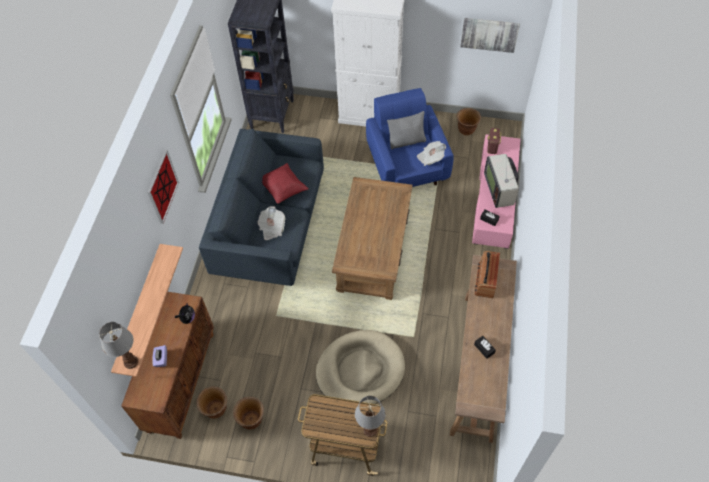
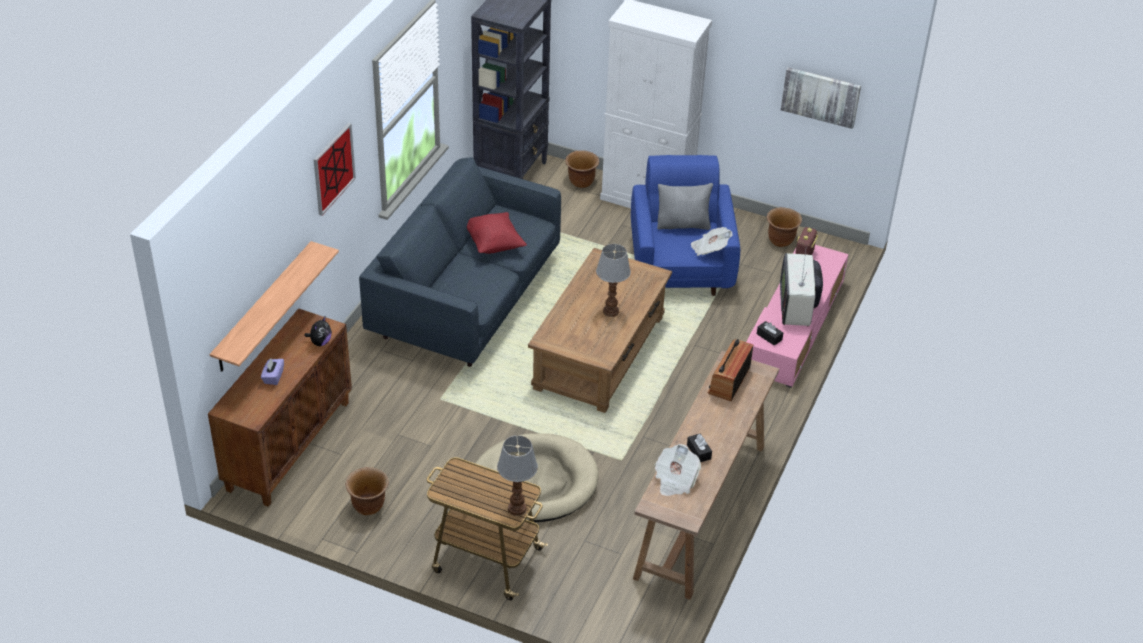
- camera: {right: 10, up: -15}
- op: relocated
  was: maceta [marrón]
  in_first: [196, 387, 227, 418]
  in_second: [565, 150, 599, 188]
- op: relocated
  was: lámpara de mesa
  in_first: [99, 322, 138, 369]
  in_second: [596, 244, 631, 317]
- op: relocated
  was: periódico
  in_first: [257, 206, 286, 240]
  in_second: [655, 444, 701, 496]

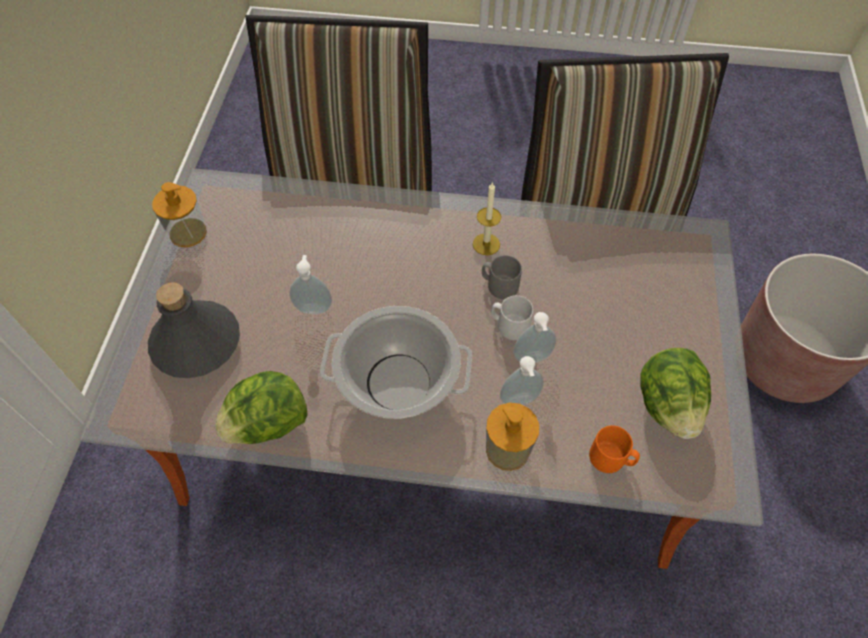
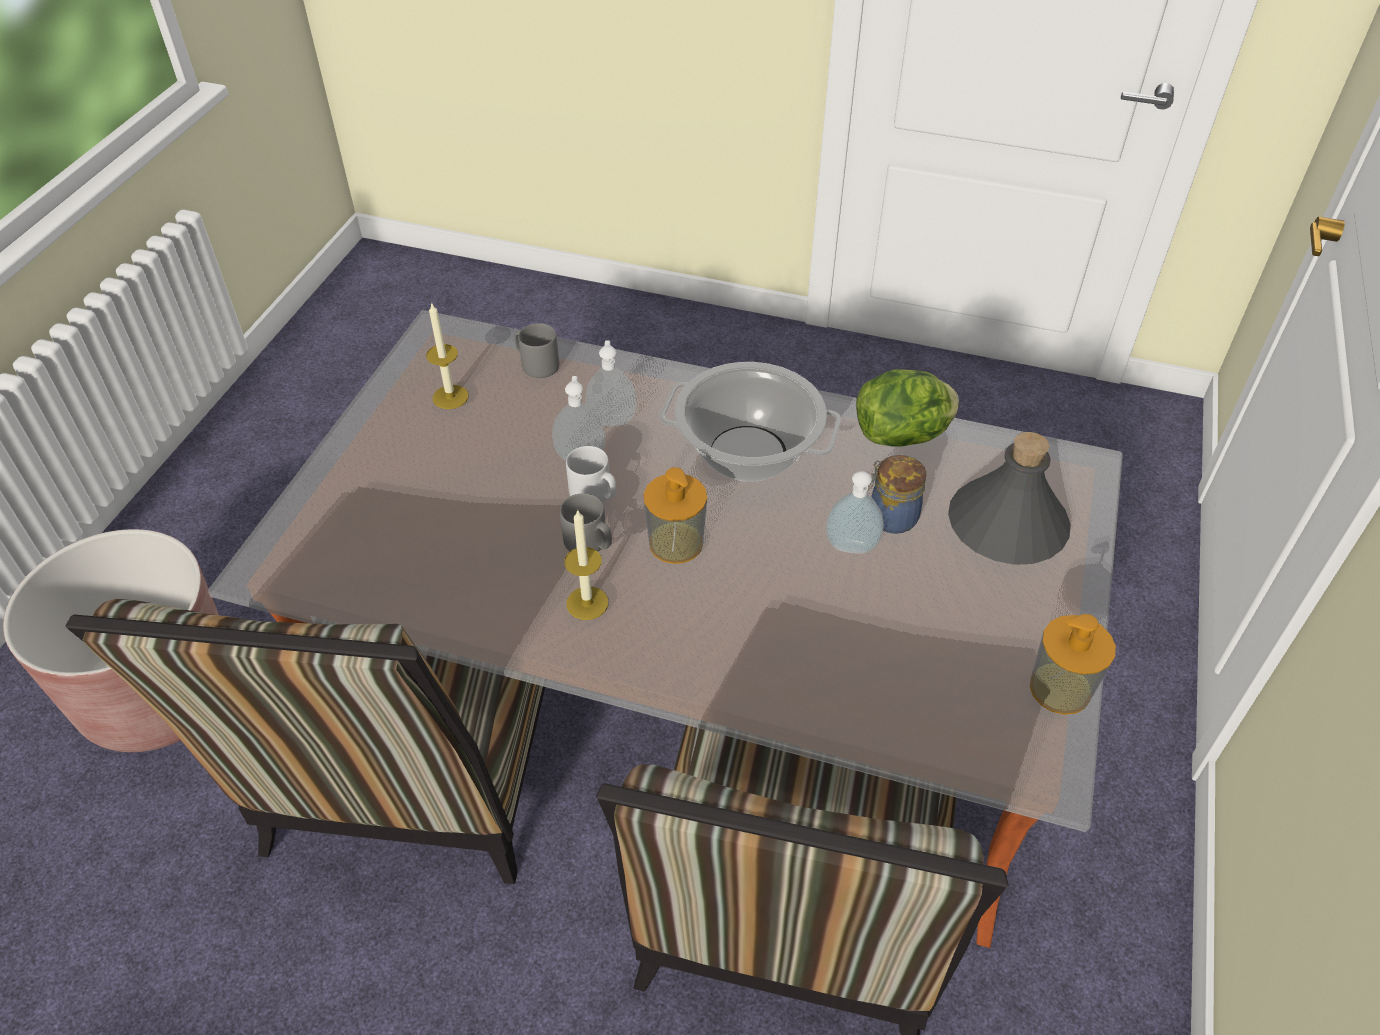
- camera: {right: -170, up: -10}
- op: exchanged
  was: lechuga
  now: vela
  in_first: [640, 348, 711, 439]
  in_second: [426, 302, 469, 409]
- op: colour
  was: taza grande [naranja]
  now: taza grande [gris]
  in_first: [589, 425, 640, 473]
  in_second: [514, 323, 559, 378]
- op: relocated
  was: dispensador de jabón
  in_first: [486, 403, 539, 471]
  in_second: [643, 467, 707, 564]
- op: appeared
  now: tarro
  in_second: [868, 455, 926, 534]

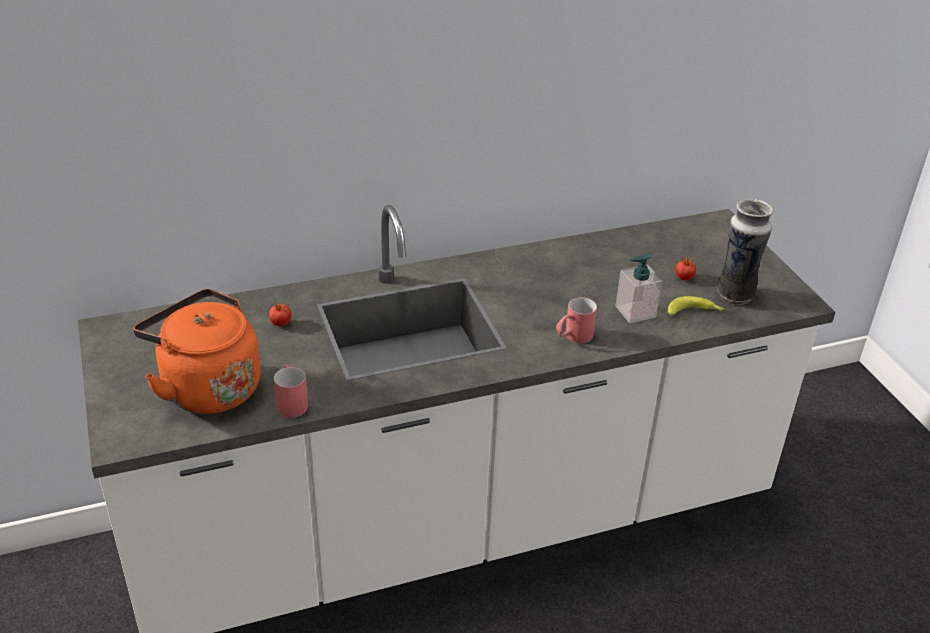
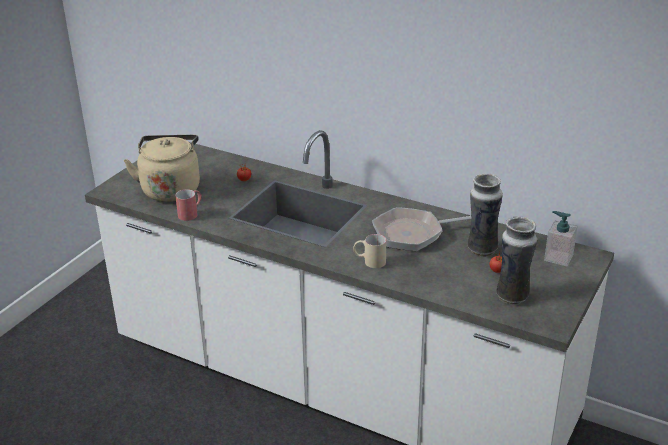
- camera: {right: 50, up: -5}
- op: colour
  was: hervidor [naranja]
  now: hervidor [beis]
  in_first: [133, 289, 261, 414]
  in_second: [124, 135, 200, 202]
- op: colour
  was: taza grande [rojo]
  now: taza grande [beis]
  in_first: [556, 297, 597, 343]
  in_second: [353, 234, 386, 268]
- op: appeared
  now: sartén
  in_second: [372, 207, 471, 251]
- op: appeared
  now: florero
  in_second: [467, 174, 503, 257]
- op: relocated
  was: dispensador de jabón
  in_first: [616, 254, 662, 323]
  in_second: [544, 211, 578, 266]
- op: missing
  was: plátano
  in_first: [668, 296, 725, 316]

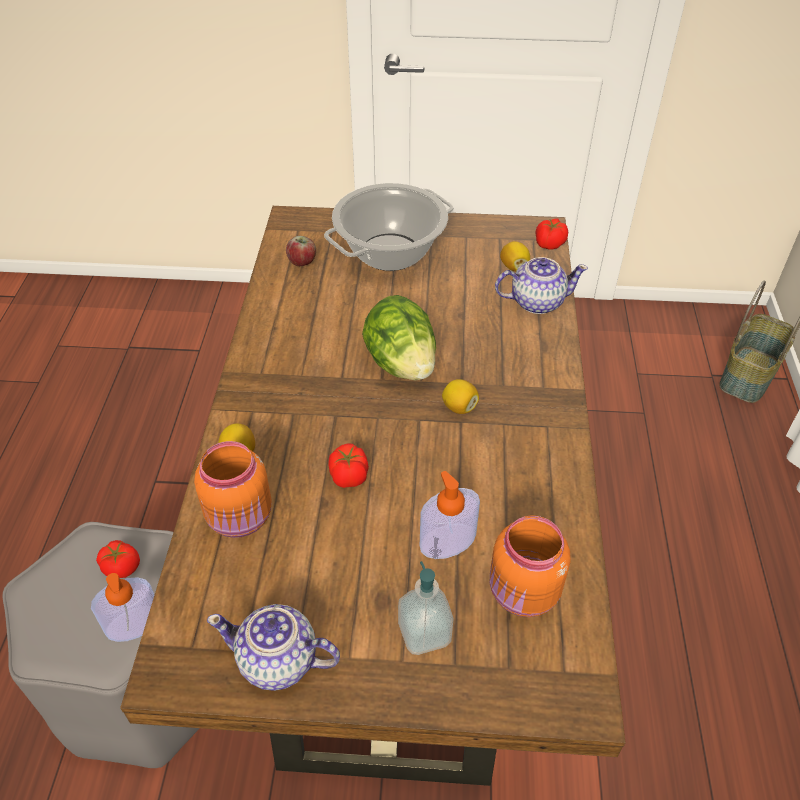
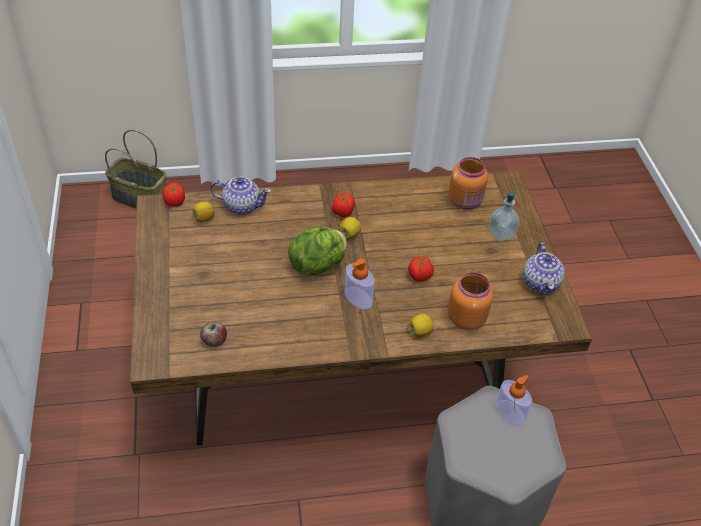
- camera: {right: -105, up: 0}
- op: spun
  was: tetera
  in_first: [495, 257, 588, 314]
  in_second: [210, 177, 271, 215]
  clockwise: 120
- op: relocated
  was: tomate
  in_first: [96, 540, 140, 578]
  in_second: [332, 193, 355, 217]
- op: relocated
  was: dispensador de jabón
  in_first: [420, 471, 480, 559]
  in_second: [345, 258, 375, 310]
- op: missing
  was: olla
  in_first: [324, 183, 454, 271]

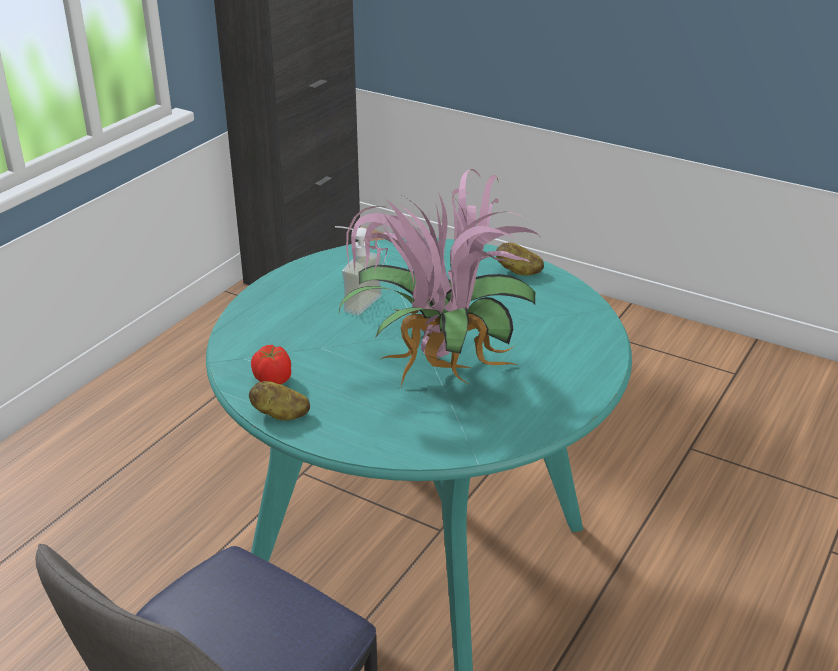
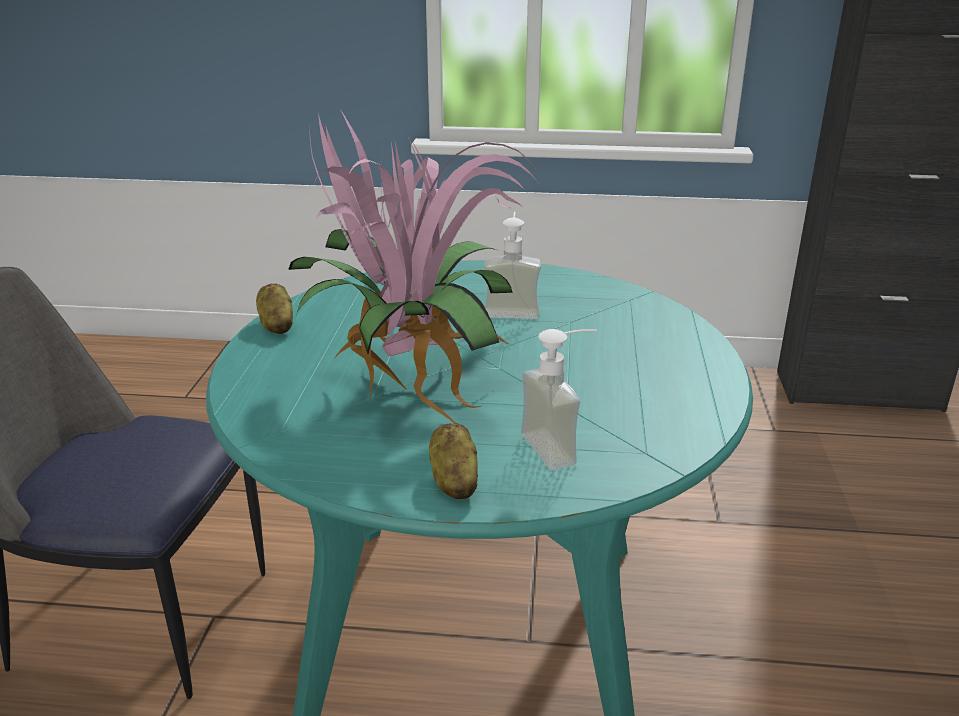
- camera: {right: 65, up: -5}
- op: relocated
  was: patata
  in_first: [496, 243, 544, 276]
  in_second: [429, 423, 478, 499]
- op: appeared
  now: dispensador de jabón
  in_second: [521, 329, 597, 470]
- op: missing
  was: tomate
  in_first: [251, 345, 291, 384]

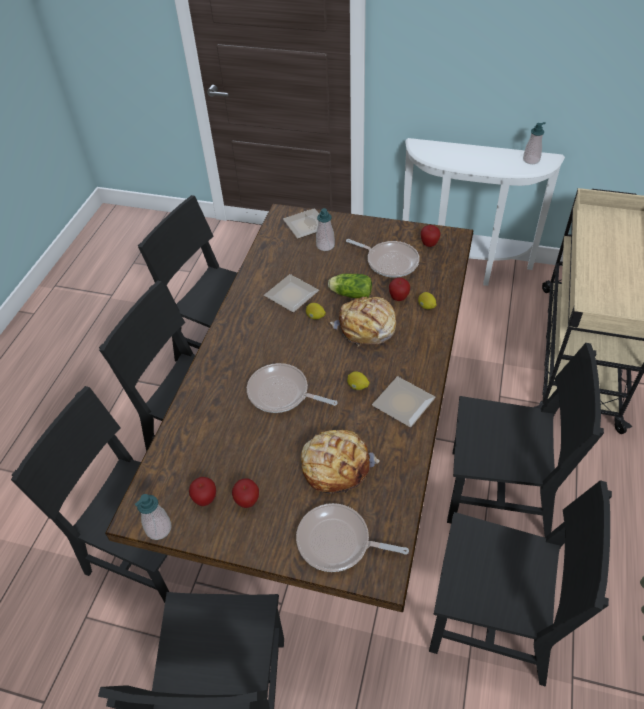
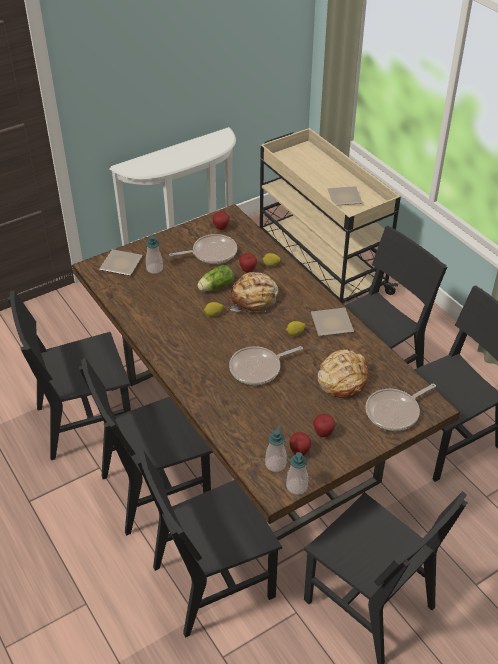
- camera: {right: -50, up: -5}
- op: relocated
  was: dispensador de jabón
  in_first: [523, 122, 546, 164]
  in_second: [265, 426, 287, 472]
- op: relocated
  was: plato
  in_first: [264, 274, 319, 312]
  in_second: [328, 186, 363, 206]

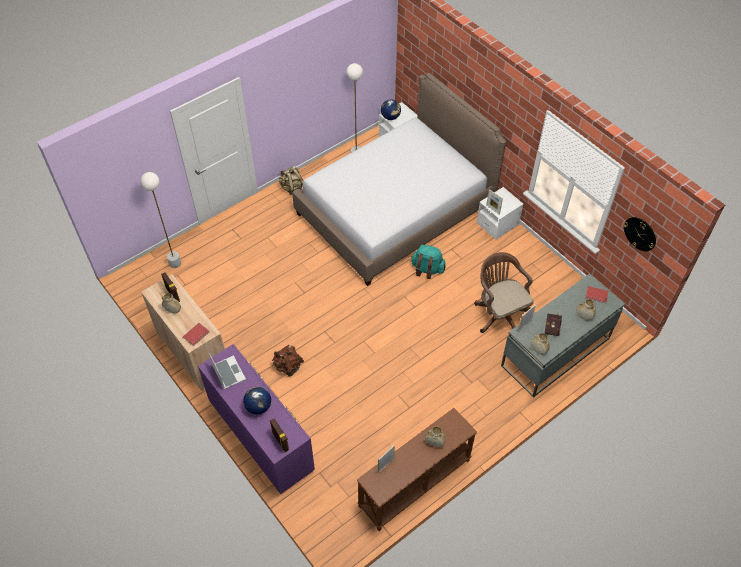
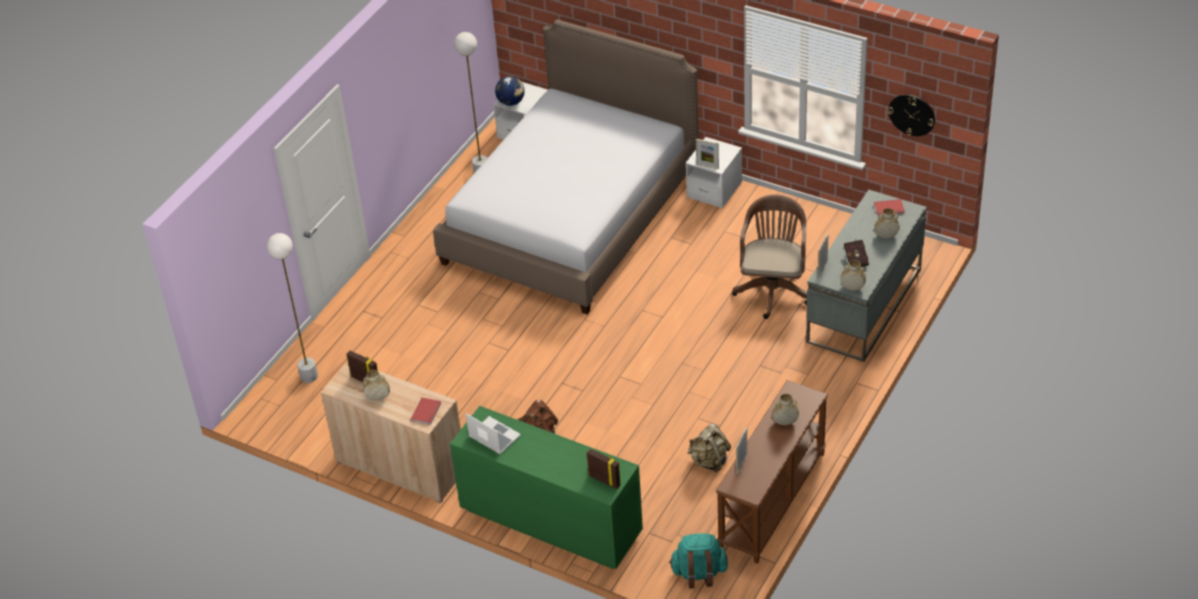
- camera: {right: -20, up: -10}
- op: colour
  was: cómoda [morado]
  now: cómoda [verde]
  in_first: [198, 344, 315, 494]
  in_second: [450, 406, 643, 569]
- op: relocated
  was: mochila [turquesa]
  in_first: [411, 245, 446, 279]
  in_second: [669, 533, 728, 589]
- op: relocated
  was: mochila [beis]
  in_first: [279, 166, 303, 195]
  in_second: [687, 424, 731, 472]
- op: spun
  was: silla de oficina [marrón]
  in_first: [474, 252, 534, 333]
  in_second: [732, 194, 807, 319]
  clockwise: 60
- op: missing
  was: globo terráqueo
  in_first: [243, 387, 271, 414]

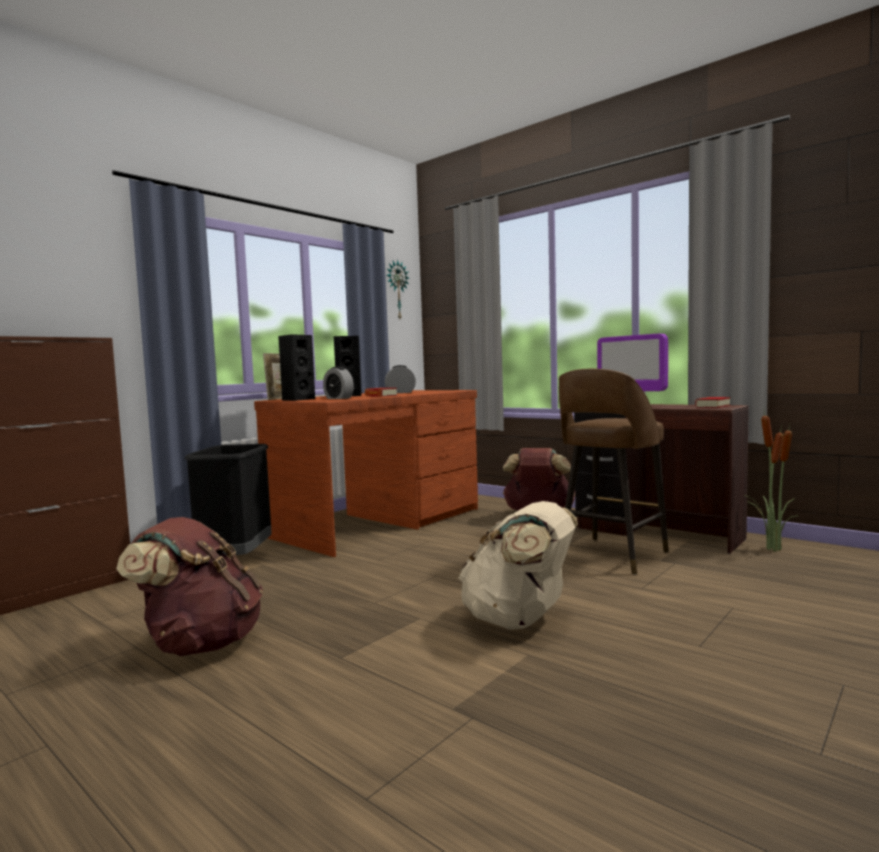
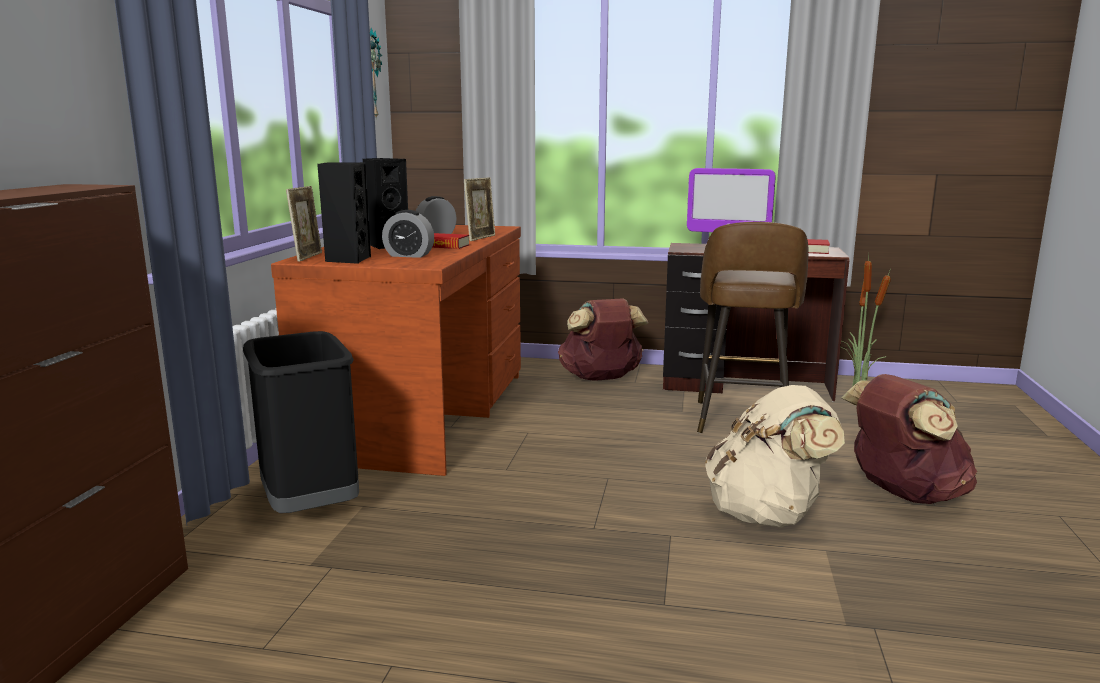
- camera: {right: -30, up: 10}
- op: appeared
  now: portarretratos
  in_second: [464, 177, 495, 241]
- op: relocated
  was: mochila [marrón]
  in_first: [116, 517, 263, 656]
  in_second: [842, 374, 977, 504]

